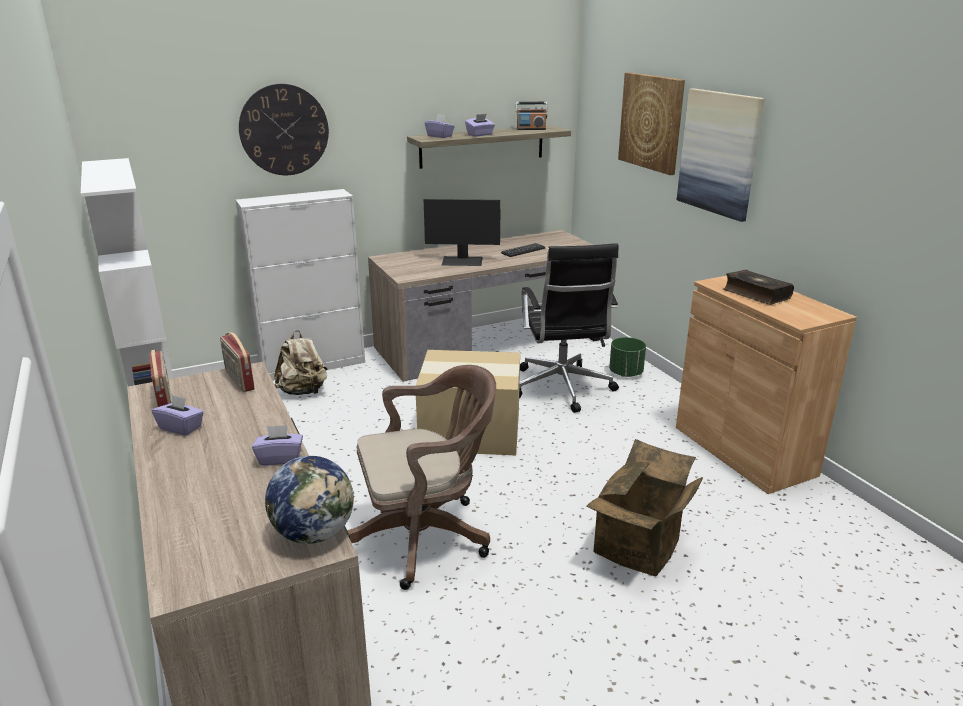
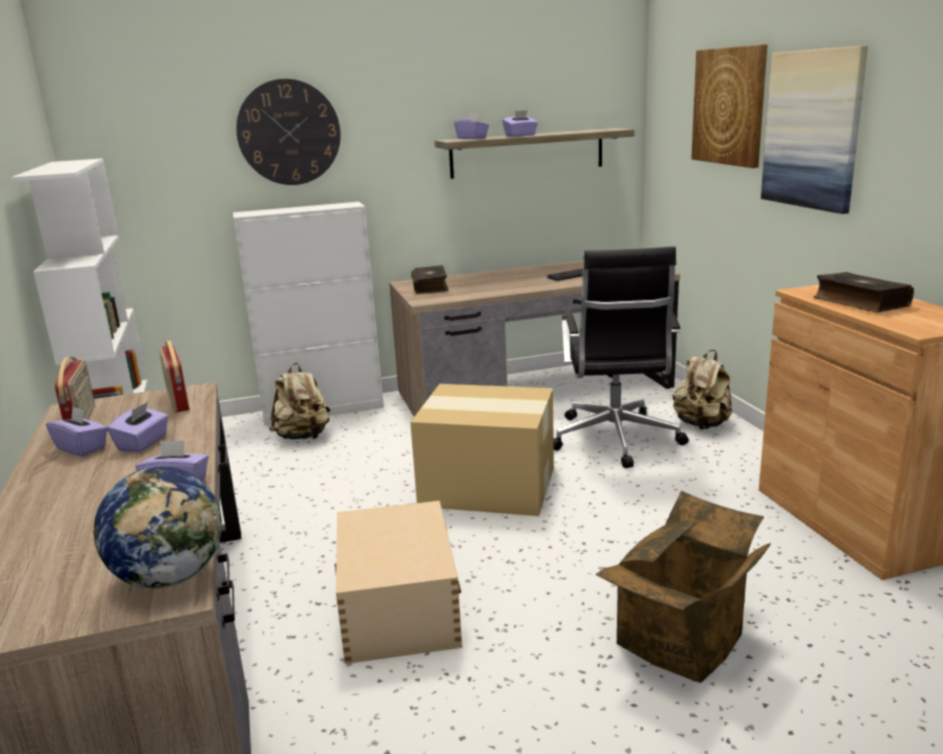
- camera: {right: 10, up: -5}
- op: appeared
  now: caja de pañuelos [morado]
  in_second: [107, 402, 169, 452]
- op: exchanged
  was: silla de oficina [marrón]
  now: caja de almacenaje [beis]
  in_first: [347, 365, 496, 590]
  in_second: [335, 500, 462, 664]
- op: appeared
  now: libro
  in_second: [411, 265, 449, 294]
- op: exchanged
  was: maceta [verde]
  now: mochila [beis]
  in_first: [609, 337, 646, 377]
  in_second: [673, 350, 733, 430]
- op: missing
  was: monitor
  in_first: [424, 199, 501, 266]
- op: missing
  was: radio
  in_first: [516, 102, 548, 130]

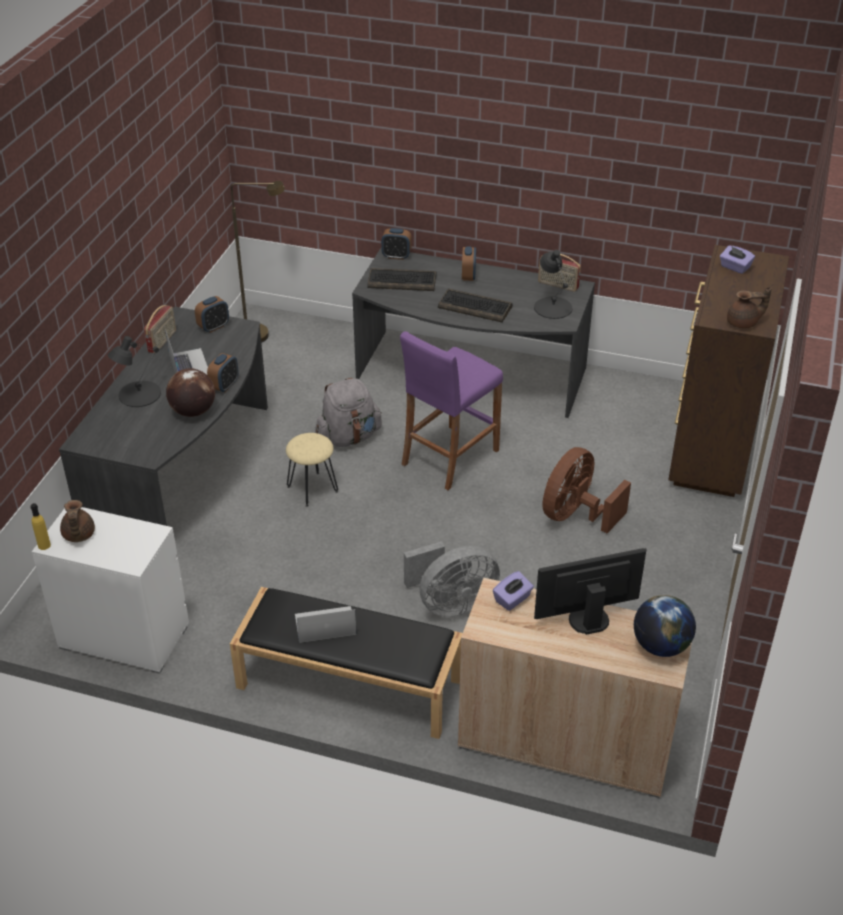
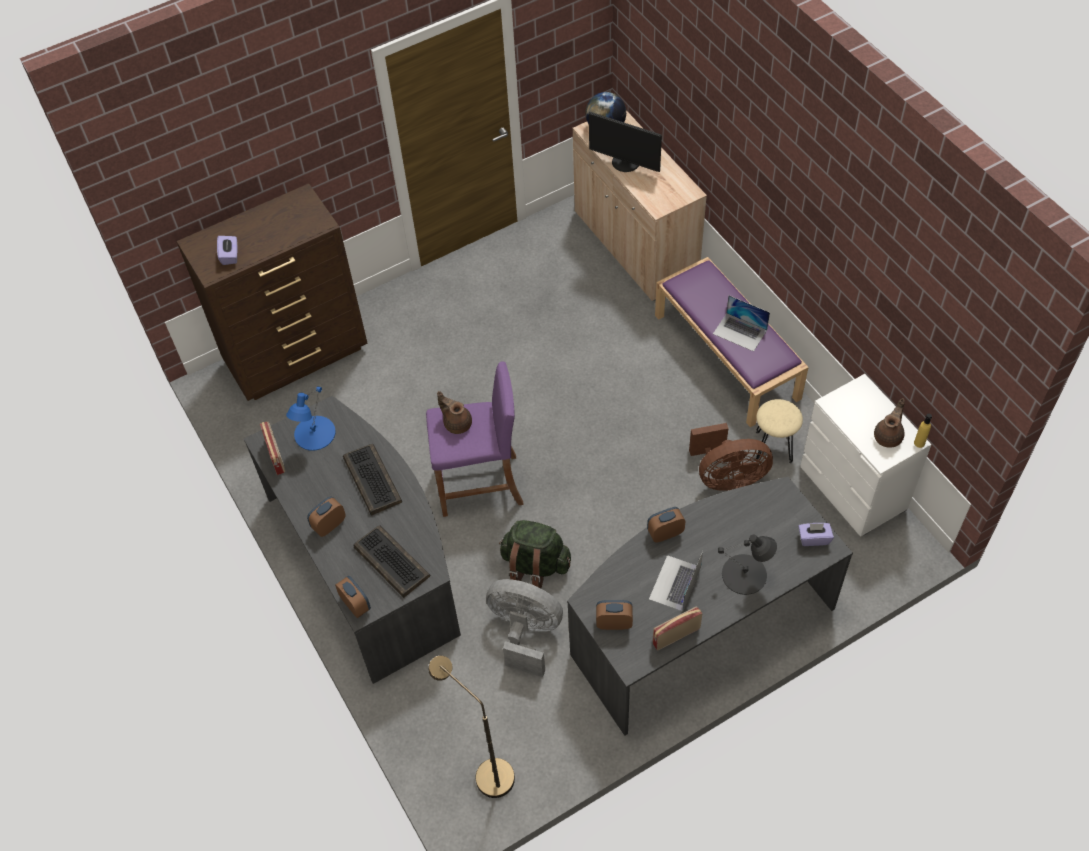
- camera: {right: -135, up: 15}
- op: colour
  was: lámpara de mesa [negro]
  now: lámpara de mesa [azul]
  in_first: [534, 250, 572, 319]
  in_second: [286, 386, 336, 451]
- op: relocated
  was: tetera [marrón]
  in_first: [727, 287, 772, 328]
  in_second: [437, 391, 472, 434]
- op: relocated
  was: ventilador [gris]
  in_first: [404, 541, 500, 617]
  in_second: [486, 579, 563, 677]
- op: colour
  was: mochila [gris]
  now: mochila [verde]
  in_first: [315, 378, 382, 447]
  in_second: [499, 520, 571, 588]
- op: colour
  was: banco [negro]
  now: banco [morado]
  in_first: [230, 587, 463, 739]
  in_second: [655, 257, 809, 427]
- op: relocated
  was: ventilador [marrón]
  in_first: [543, 447, 631, 533]
  in_second: [689, 423, 773, 491]
- op: relocated
  was: taburete [beis]
  in_first: [286, 433, 338, 507]
  in_second: [756, 399, 803, 463]
- op: relocated
  was: caja de pañuelos [morado]
  in_first: [493, 571, 534, 611]
  in_second: [798, 523, 834, 546]
- op: missing
  was: globo terráqueo
  in_first: [166, 368, 215, 417]

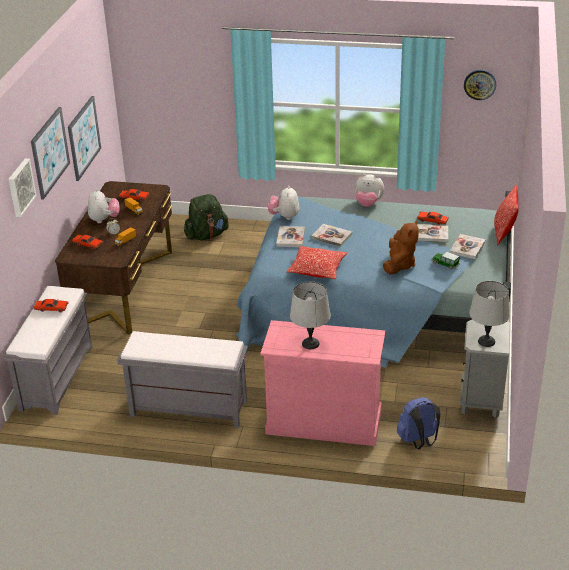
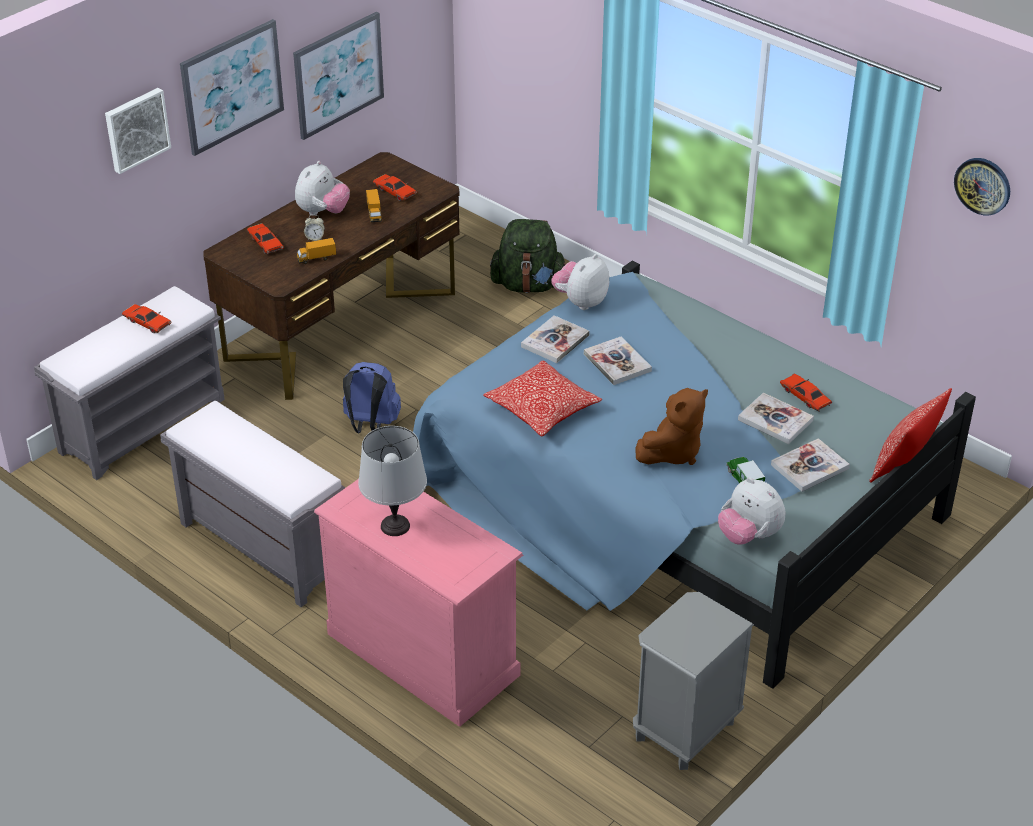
- camera: {right: 30, up: 5}
- op: relocated
  was: mochila [azul]
  in_first: [397, 397, 440, 449]
  in_second: [343, 362, 401, 433]
- op: relocated
  was: peluche
  in_first: [355, 174, 384, 207]
  in_second: [718, 477, 785, 544]
- op: missing
  was: lámpara de mesa [gris]
  in_first: [469, 281, 510, 347]

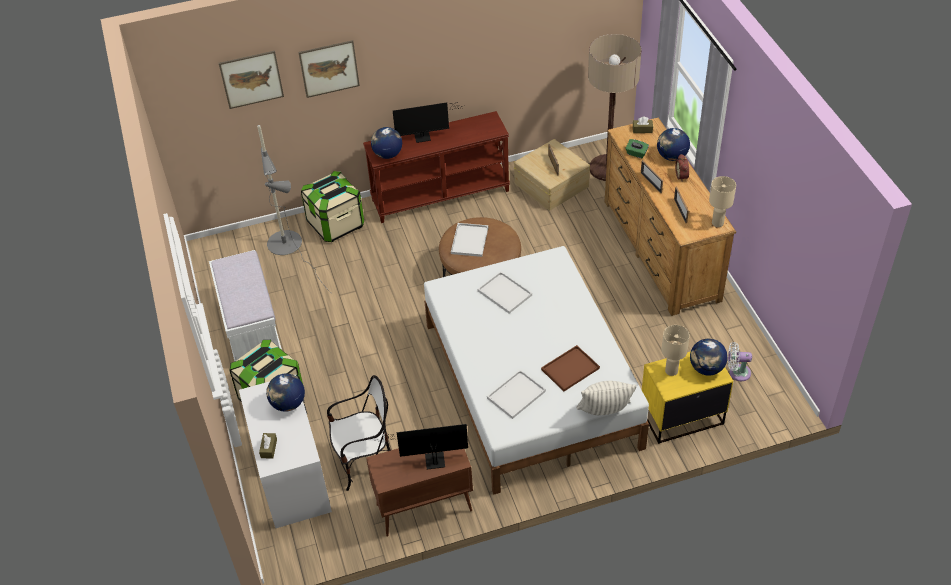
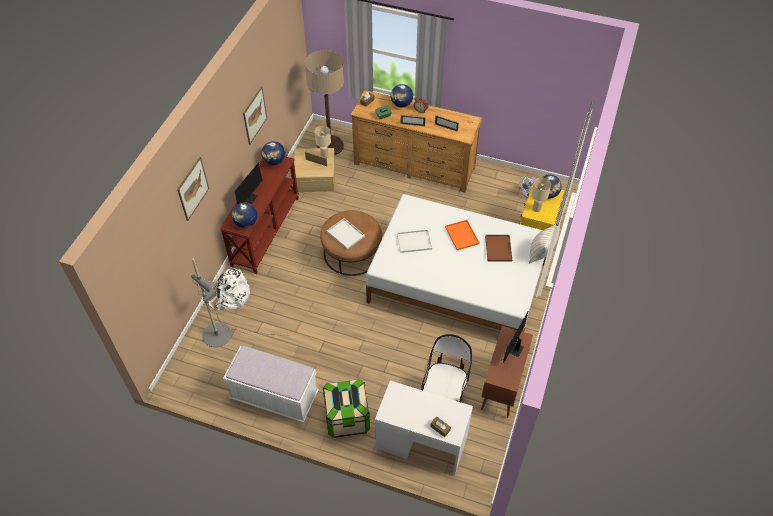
- camera: {right: -55, up: 5}
- op: exchanged
  was: caja de almacenaje
  now: mochila [blanco]
  in_first: [301, 171, 364, 242]
  in_second: [208, 268, 250, 311]
- op: relocated
  was: cuadro
  in_first: [219, 51, 284, 109]
  in_second: [243, 87, 267, 144]
- op: relocated
  was: globo terráqueo
  in_first: [266, 373, 305, 412]
  in_second: [261, 141, 285, 165]
- op: relocated
  was: lámpara de mesa [beis]
  in_first: [709, 176, 736, 227]
  in_second: [315, 126, 331, 158]
- op: appeared
  now: bandeja [naranja]
  in_second: [445, 220, 480, 250]
- op: missing
  was: bandeja [blanco]
  in_first: [487, 370, 546, 419]

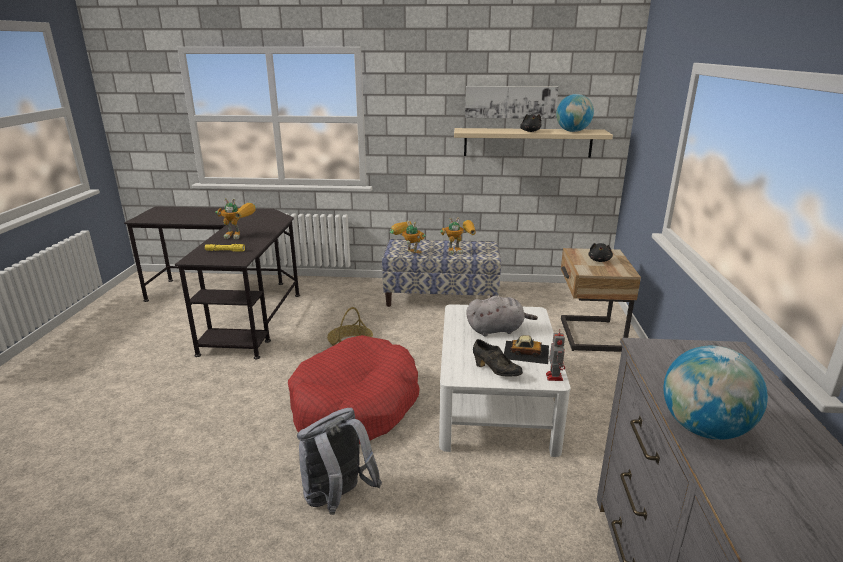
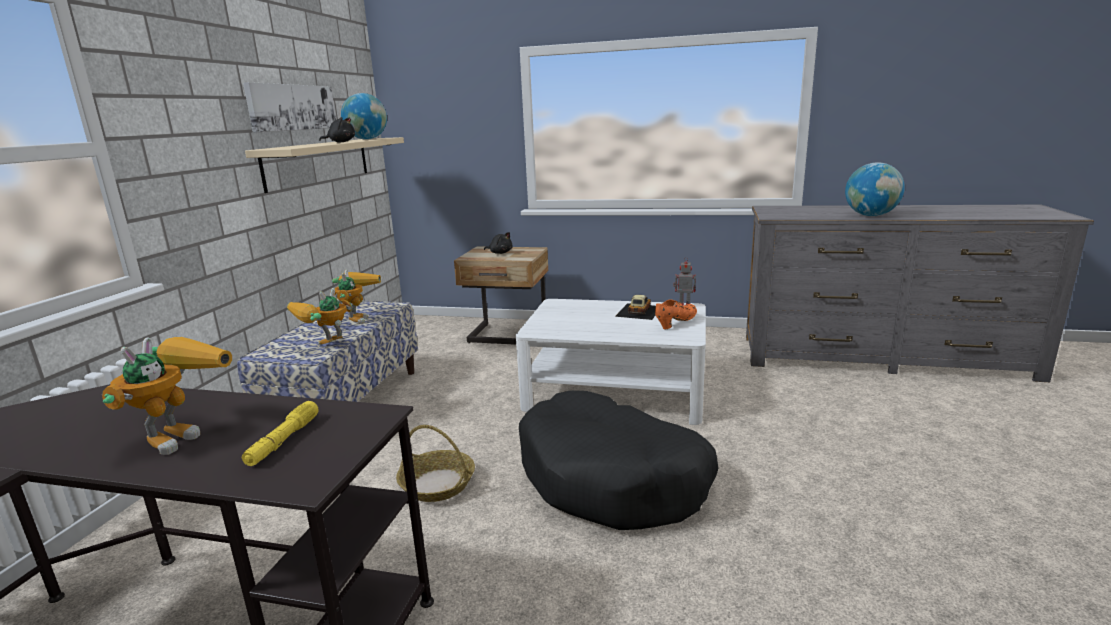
- camera: {right: -80, up: -5}
- op: colour
  was: cama para perro [rojo]
  now: cama para perro [negro]
  in_first: [288, 335, 420, 444]
  in_second: [519, 391, 718, 530]
- op: colour
  was: zapato [negro]
  now: zapato [naranja]
  in_first: [473, 339, 523, 377]
  in_second: [655, 300, 697, 330]
- op: missing
  was: mochila [gris]
  in_first: [297, 408, 382, 515]
- op: missing
  was: peluche [gris]
  in_first: [466, 296, 538, 336]

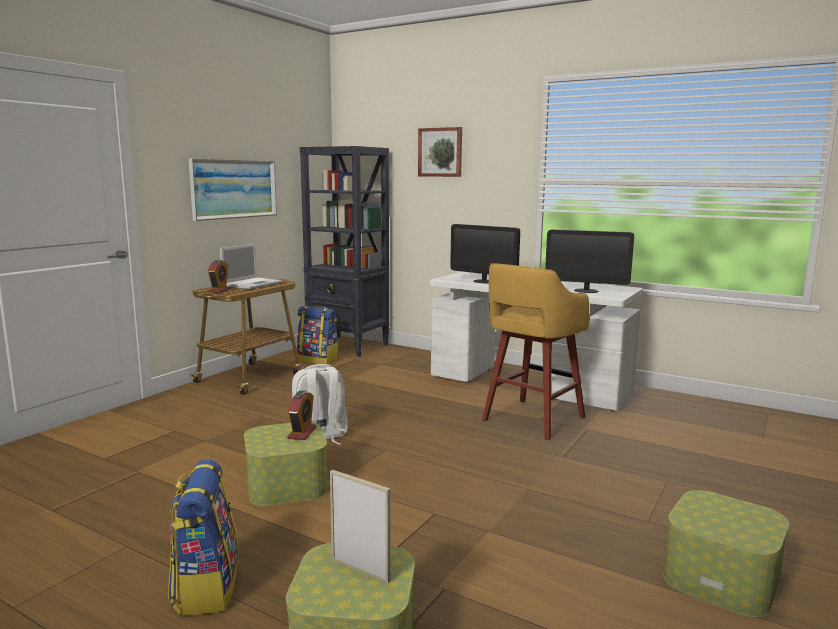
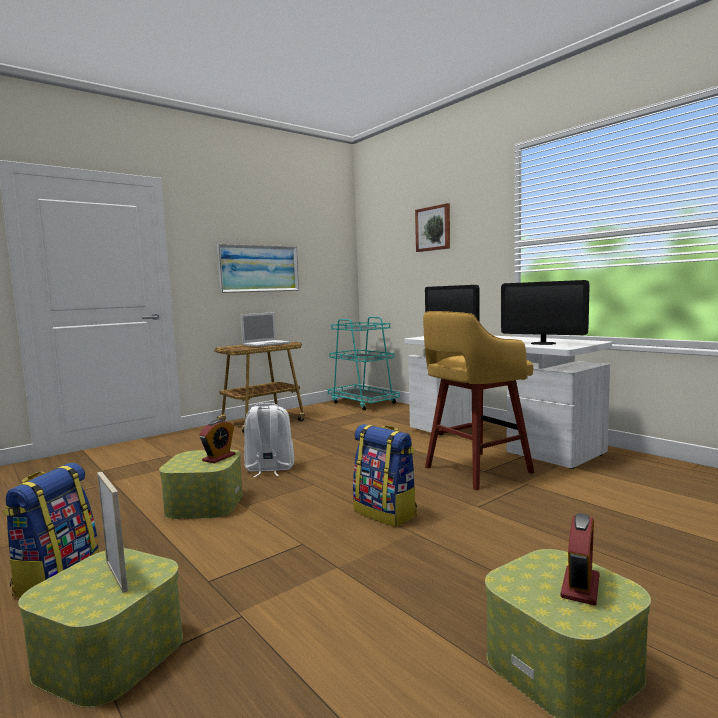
- camera: {right: 20, up: -5}
- op: exchanged
  was: estantería [negro]
  now: carrito [turquesa]
  in_first: [300, 146, 389, 357]
  in_second: [328, 317, 400, 410]
- op: relocated
  was: mochila
  in_first: [297, 306, 338, 365]
  in_second: [353, 424, 417, 527]
- op: relocated
  was: despertador
  in_first: [208, 260, 231, 293]
  in_second: [561, 513, 600, 605]

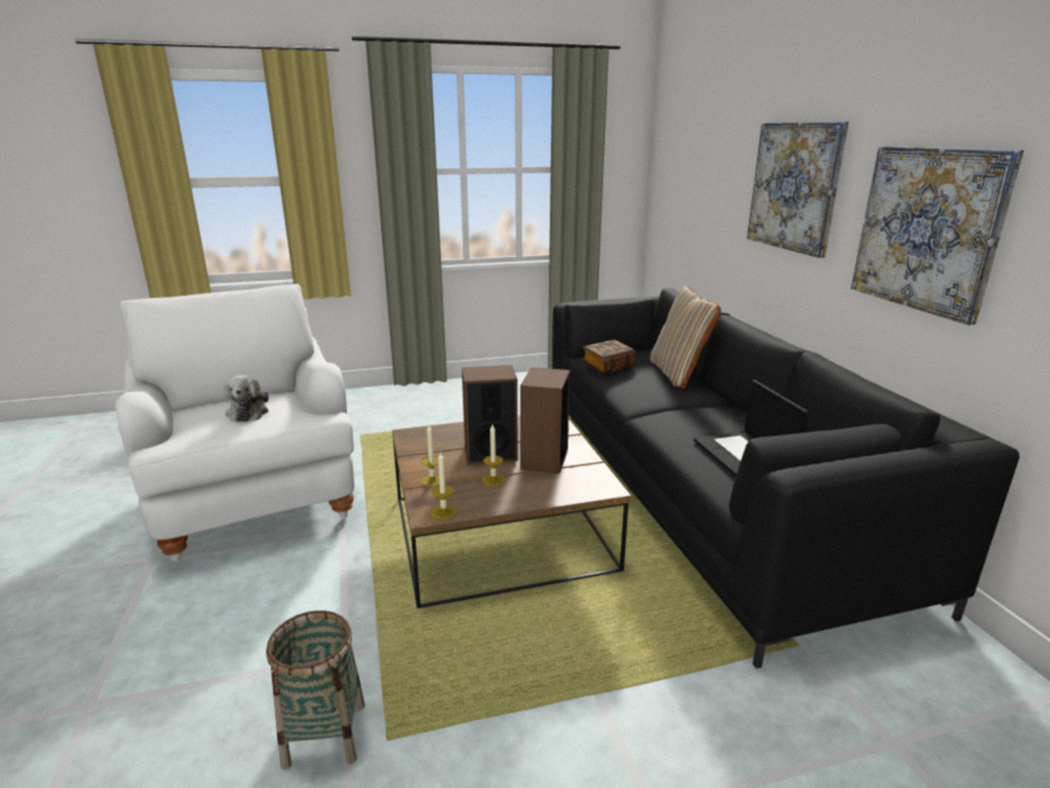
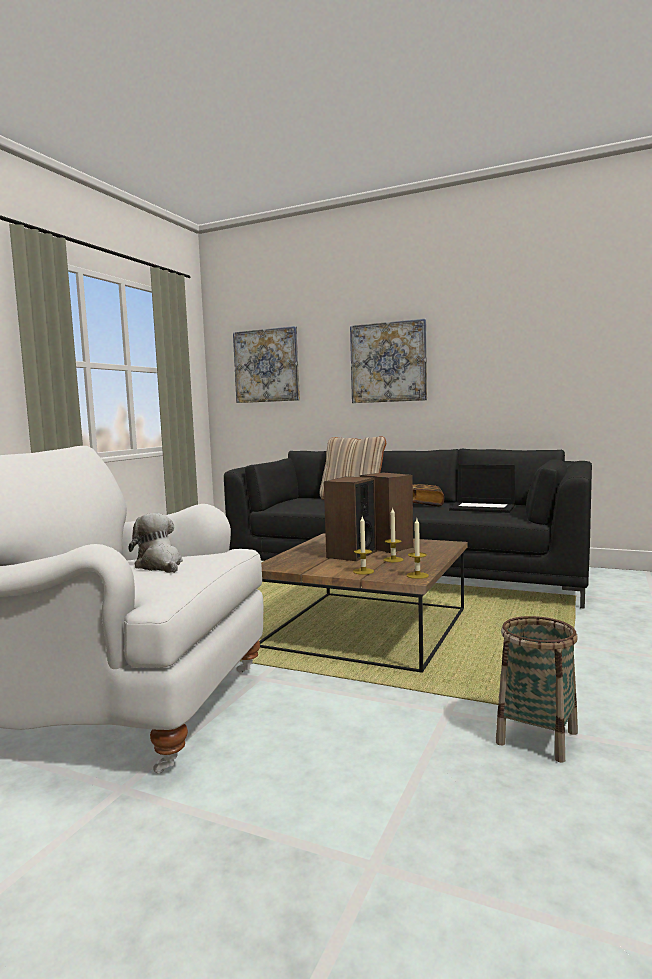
- camera: {right: -50, up: -15}
- op: spun
  was: peluche
  in_first: [224, 375, 269, 422]
  in_second: [129, 513, 183, 573]
  clockwise: -150
- op: relocated
  was: cuadro
  in_first: [851, 146, 1024, 325]
  in_second: [233, 326, 300, 403]
- op: relocated
  was: libro
  in_first: [581, 340, 637, 374]
  in_second: [413, 484, 445, 507]

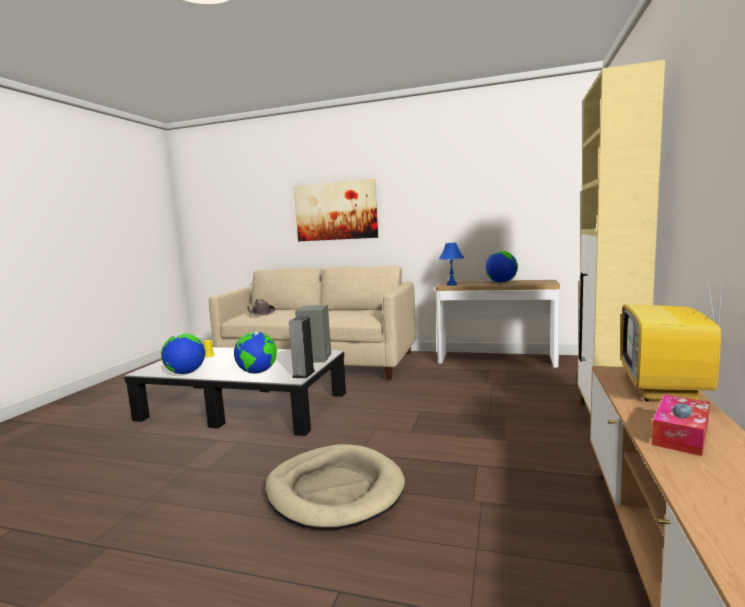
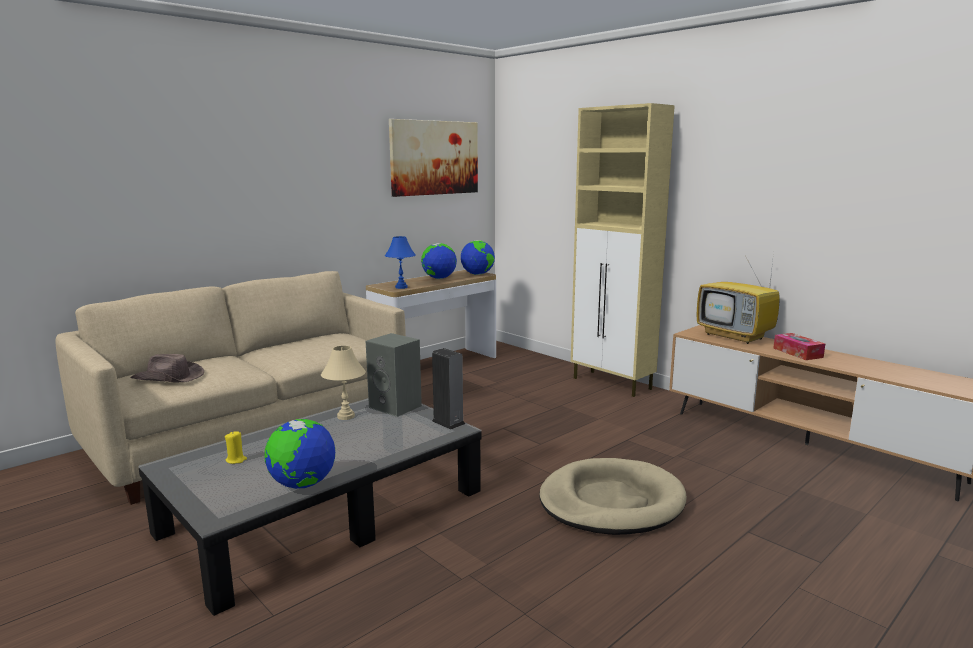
- camera: {right: -60, up: 5}
- op: appeared
  now: lámpara de mesa [beis]
  in_second: [321, 346, 366, 420]
- op: relocated
  was: cuadro
  in_first: [294, 179, 378, 241]
  in_second: [389, 119, 478, 197]
- op: relocated
  was: globo terráqueo
  in_first: [234, 331, 277, 374]
  in_second: [461, 240, 495, 275]

